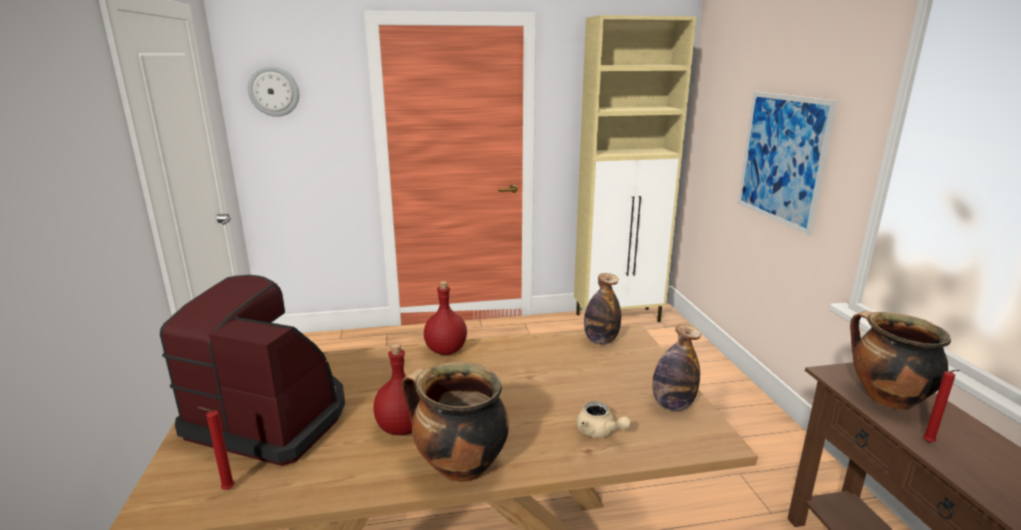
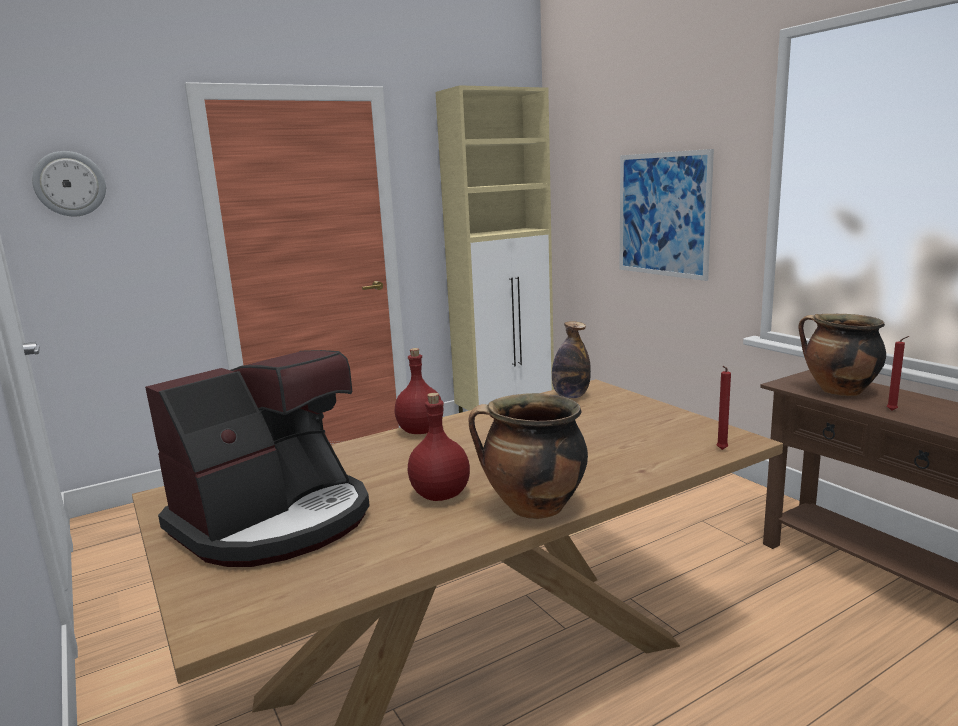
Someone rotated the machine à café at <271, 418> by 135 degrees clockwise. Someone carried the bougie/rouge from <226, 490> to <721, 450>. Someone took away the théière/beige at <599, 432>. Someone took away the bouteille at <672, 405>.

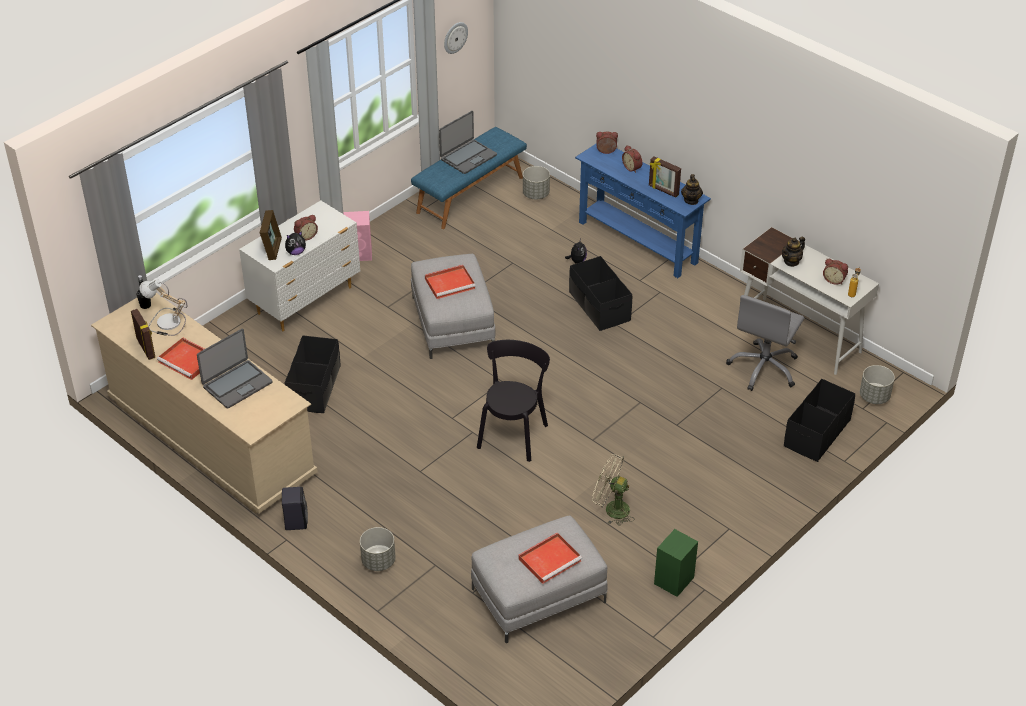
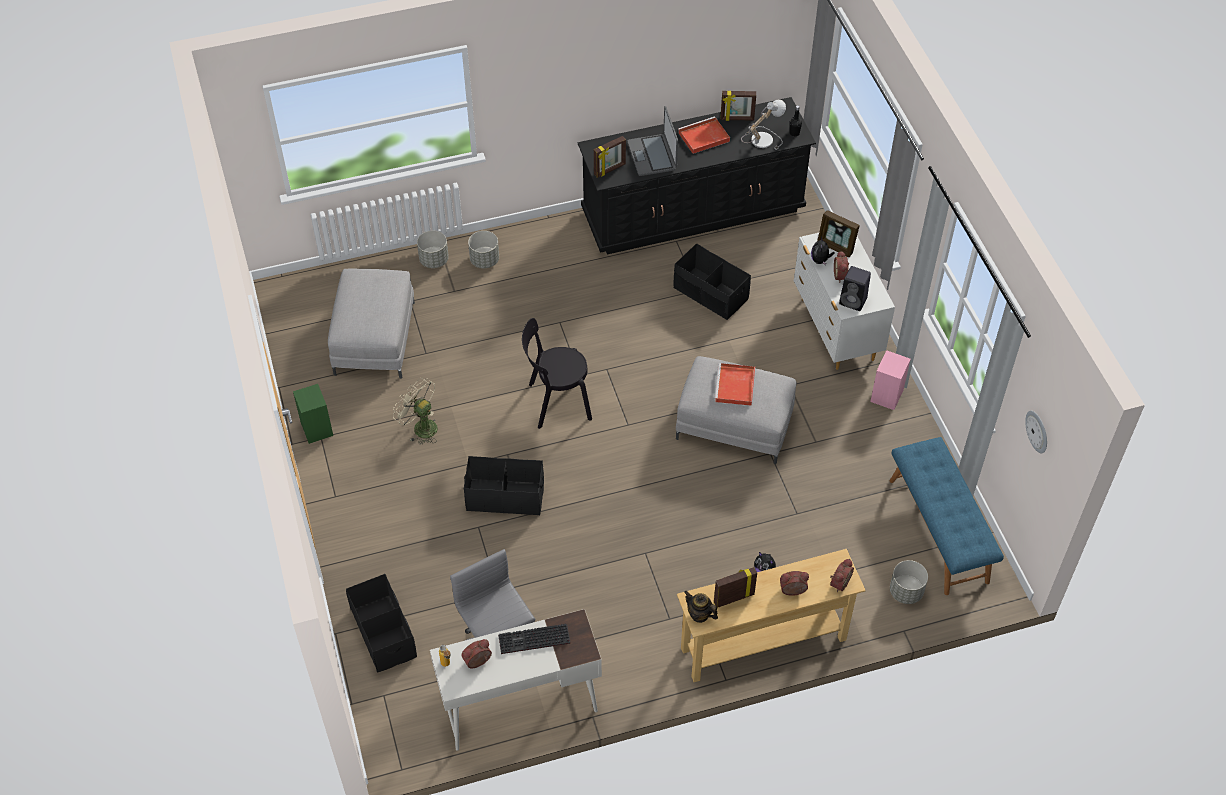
Someone rotated the ventilateur/beige at <611, 509> by 105 degrees counterclockwise. Someone carried the cache-pot/gris from <874, 397> to <434, 260>. Someone carried the boîte de rangement/noir from <599, 306> to <505, 496>. Someone swapped the théière at <791, 261> for the clavier at <533, 641>. Someone rotated the chaise/noir at <513, 434> by 120 degrees clockwise. Someone repainted the commode/beige at <211, 438>, which became the commode/noir at <693, 211>. Someone put down the cadre photo at <610, 170>. Someone repainted the table console/bleu at <638, 242>, which became the table console/beige at <763, 644>. Someone carried the enceinte/noir from <295, 520> to <854, 301>. Someone took away the ordinateur portable at <468, 157>. Someone took away the plateau/rouge at <550, 559>.

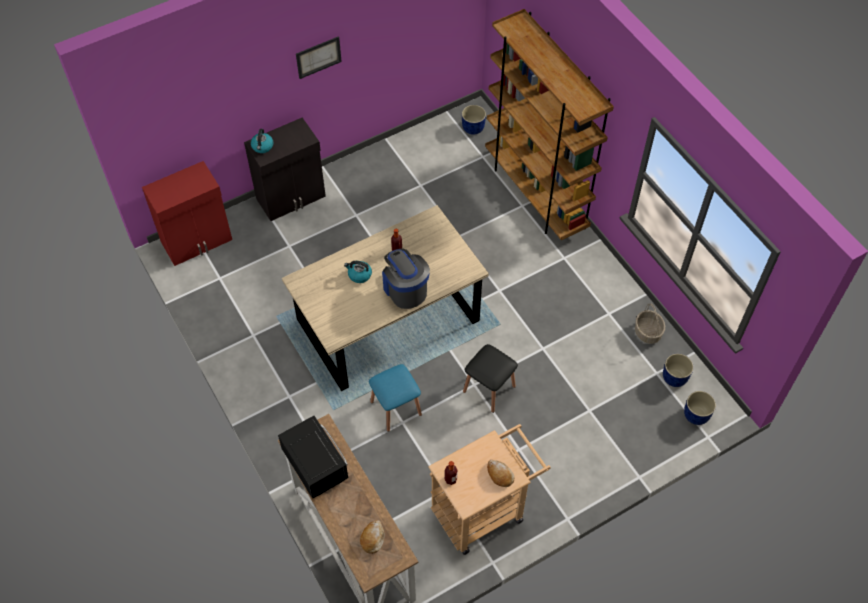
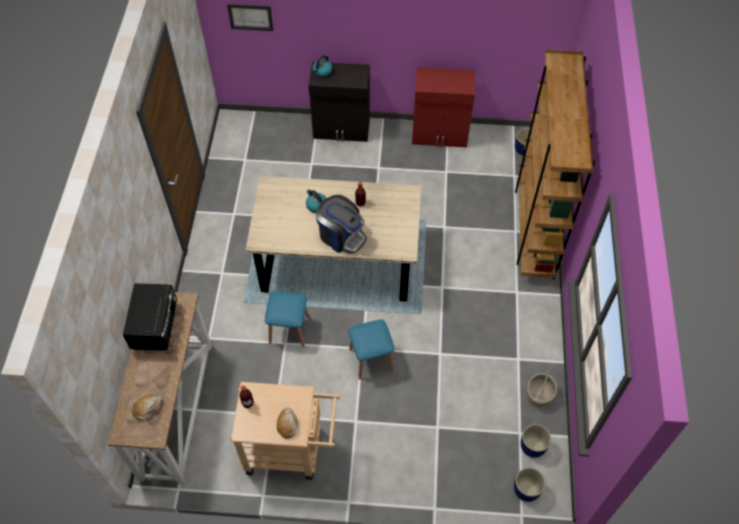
Someone carried the tableau from <318, 57> to <250, 17>. Someone rotated the machine à café at <405, 289> by 120 degrees clockwise. Someone repainted the tabouret/noir at <489, 389>, which became the tabouret/bleu at <371, 359>. Someone carried the meuble de rangement/rouge from <197, 241> to <440, 135>.

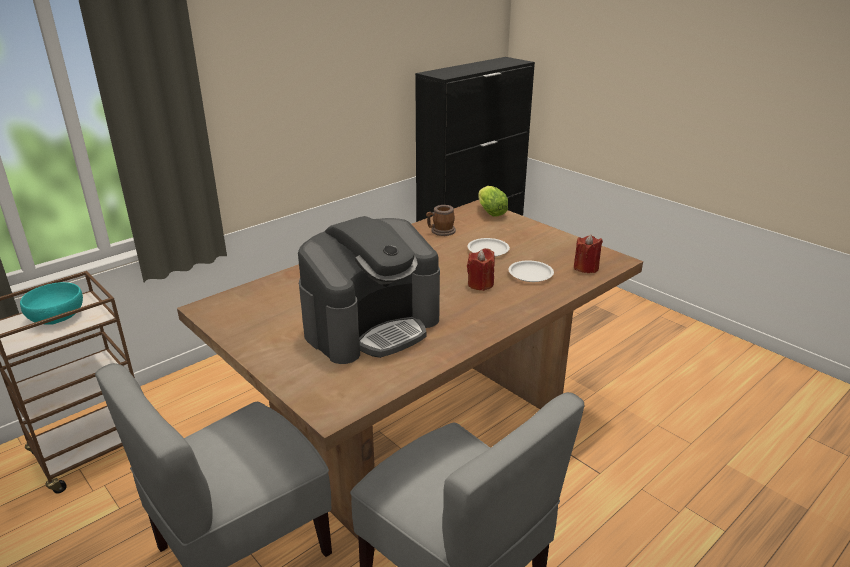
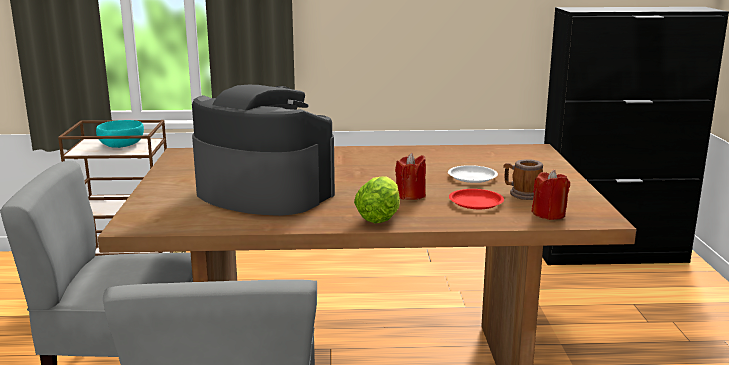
Someone rotated the machine à café at <372, 325> by 150 degrees counterclockwise. Someone carried the laitue from <490, 212> to <380, 216>. Someone repainted the assiette/blanc at <530, 274>, which became the assiette/rouge at <475, 202>. Someone carried the mug from <440, 231> to <522, 194>.

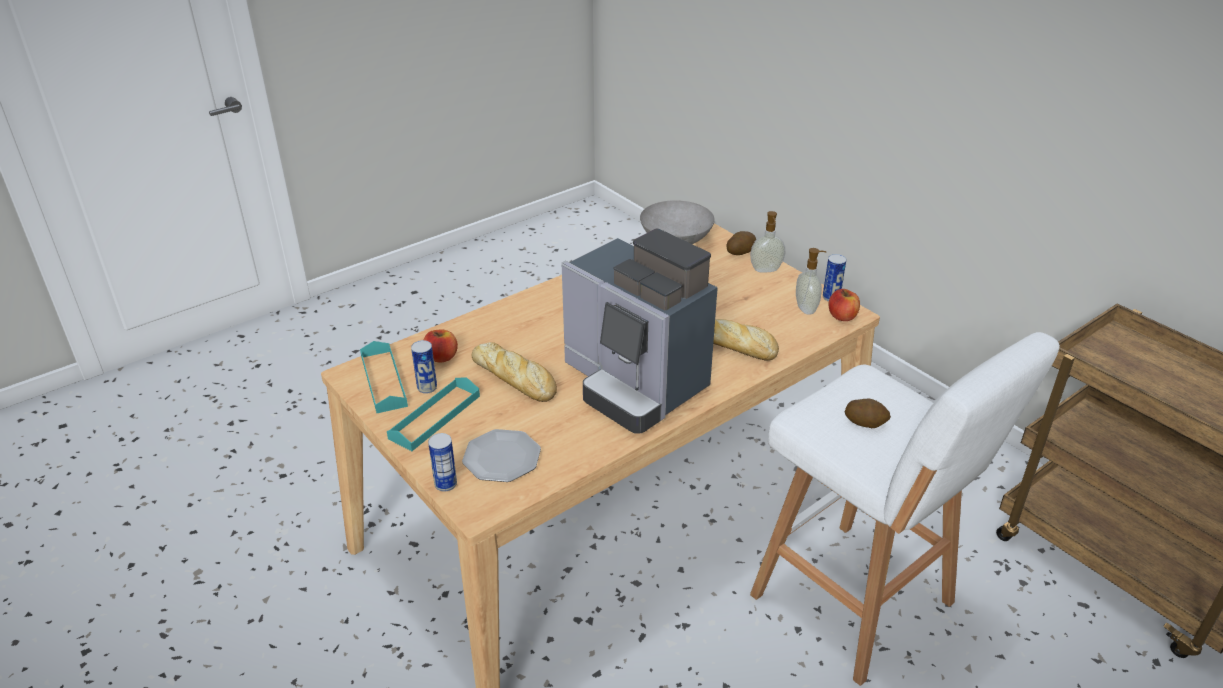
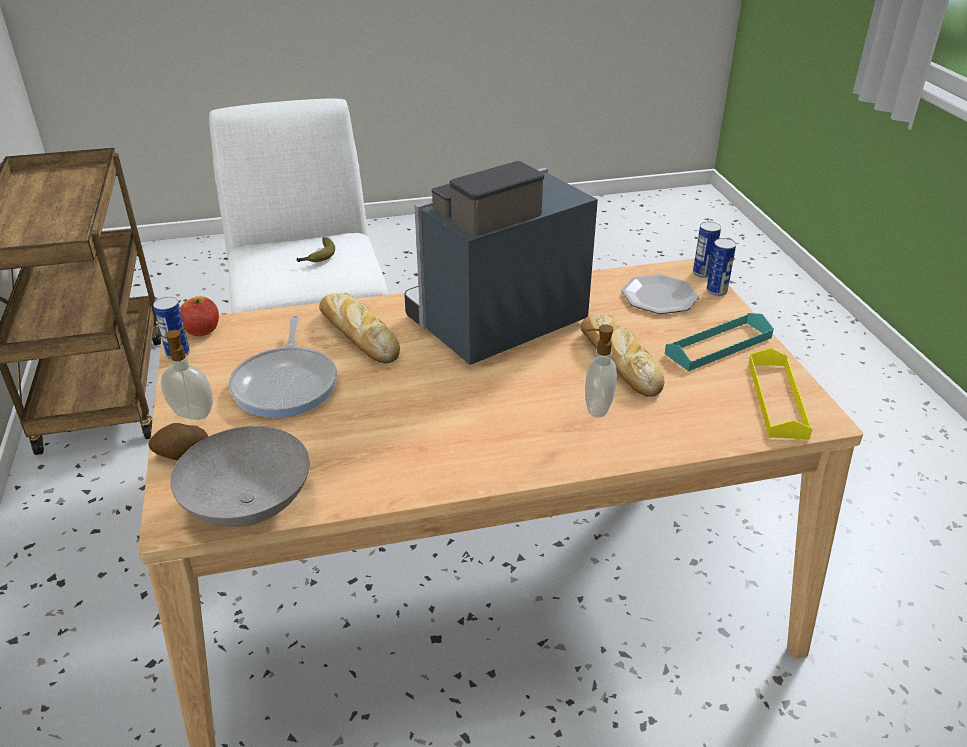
Someone put down the poêle at <287, 384>. Someone swapped the pomme de terre at <865, 422> for the banane at <318, 257>. Someone rotated the machine à café at <634, 384> by 105 degrees counterclockwise. Someone carried the distributeur de savon from <807, 308> to <596, 408>. Someone carried the boîte métallique from <427, 388> to <702, 273>. Someone repainted the plateau/turquoise at <383, 381>, which became the plateau/jaune at <777, 399>. Someone took away the pomme at <441, 357>.

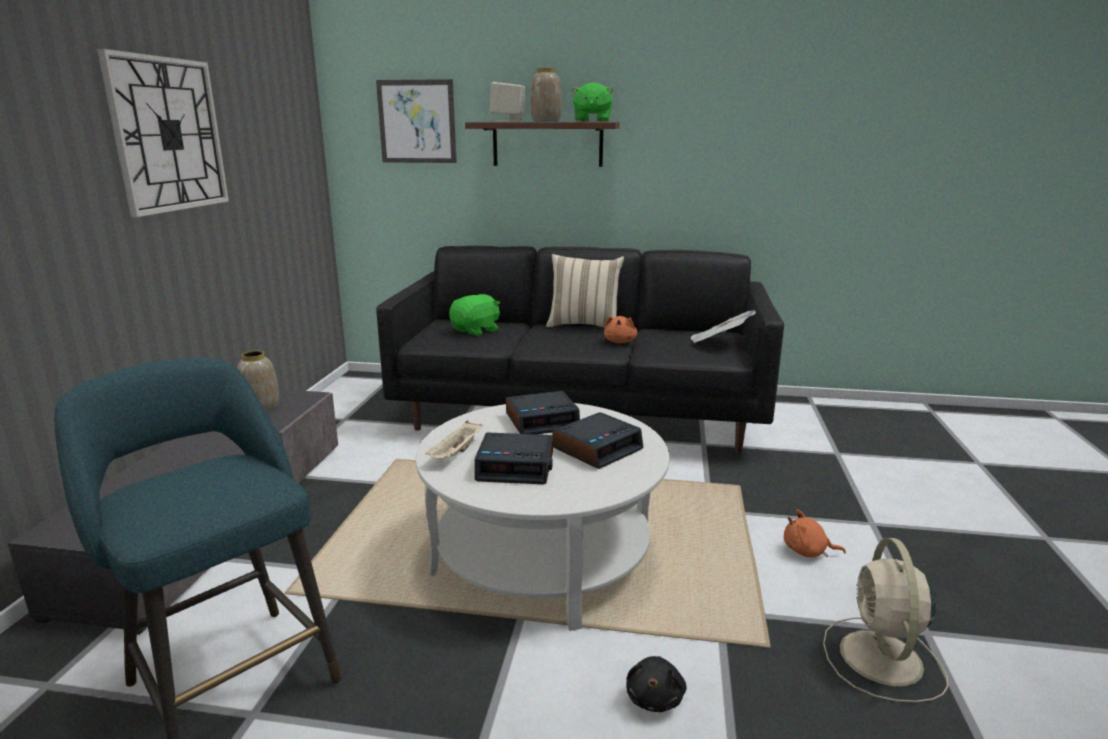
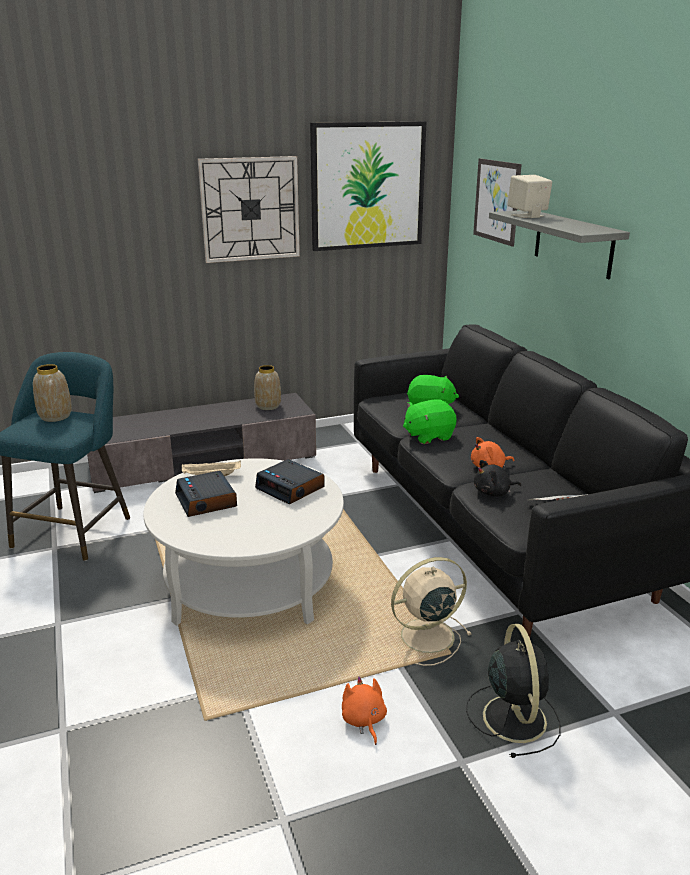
Someone carried the vase from <546, 121> to <55, 417>. Someone put up the tableau at <367, 186>. Someone carried the ventilateur/beige from <882, 660> to <424, 637>. Someone carried the peluche/vert from <592, 121> to <428, 436>. Someone put down the ventilateur/noir at <513, 716>. Someone carried the peluche/noir from <655, 697> to <494, 493>. Someone repainted the étagère/marron at <547, 144>, which became the étagère/gris at <573, 243>. Someone took away the coussin/beige at <584, 325>. Someone took away the réveil at <597, 448>.

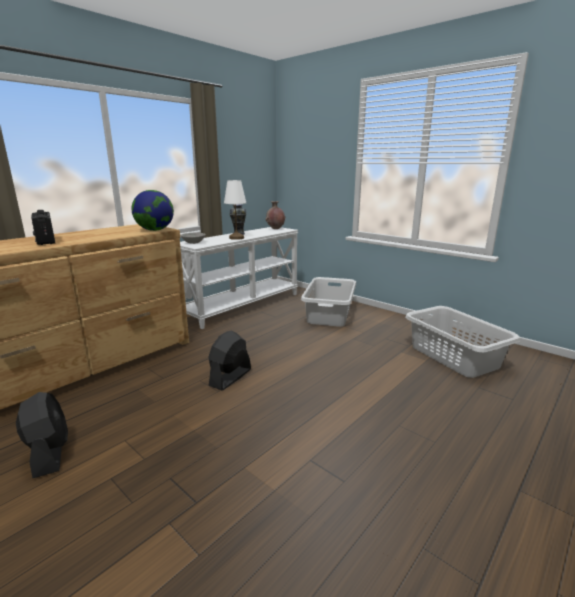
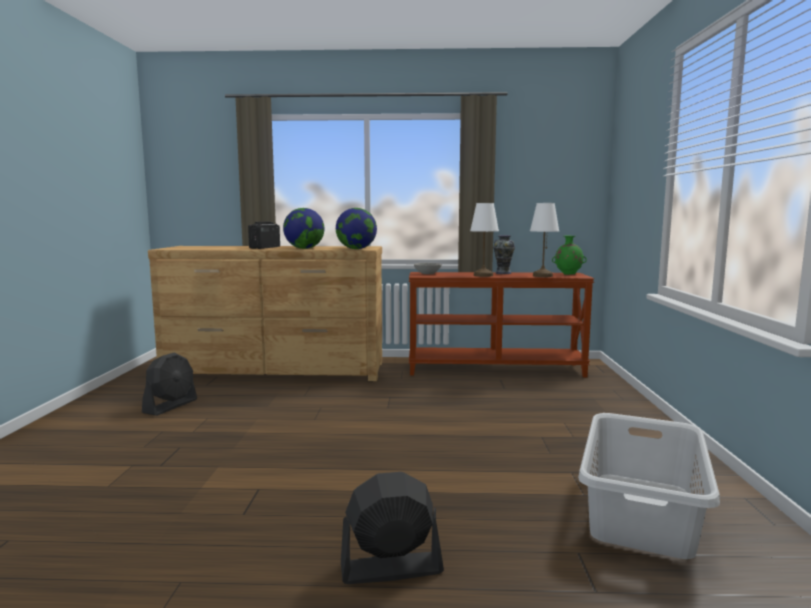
Someone put down the globe at <304, 248>. Someone carried the ventilateur/noir from <230, 377> to <391, 568>. Someone repainted the table console/blanc at <243, 305>, which became the table console/marron at <495, 369>. Someone put down the lampe de table/blanc at <542, 276>. Someone repainted the vase/marron at <275, 228>, which became the vase/vert at <568, 274>. Someone took away the panier à linge/gris at <329, 314>.

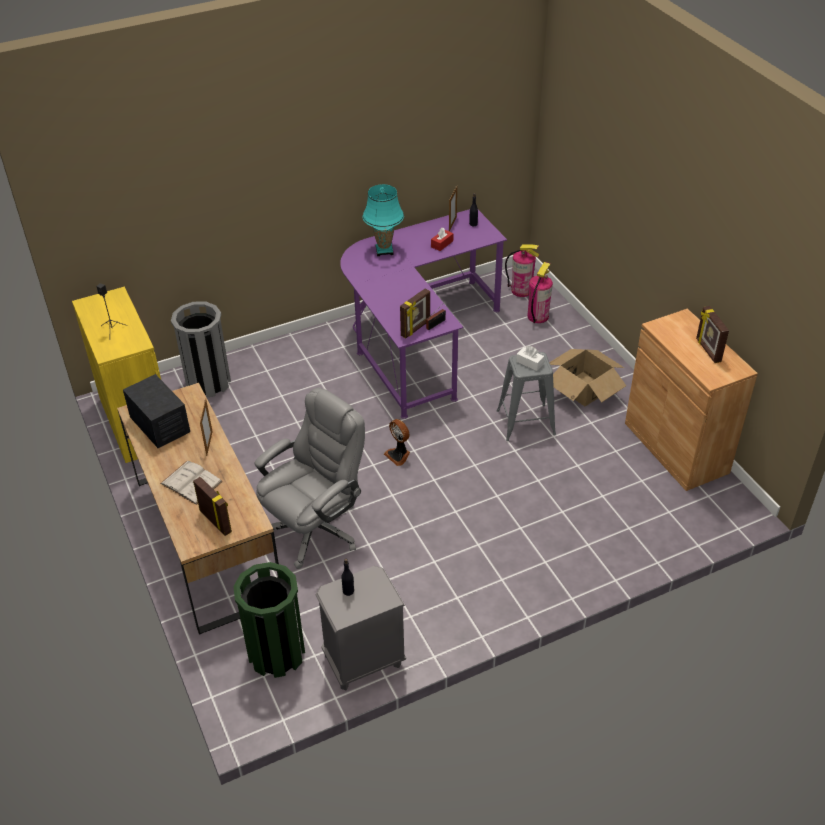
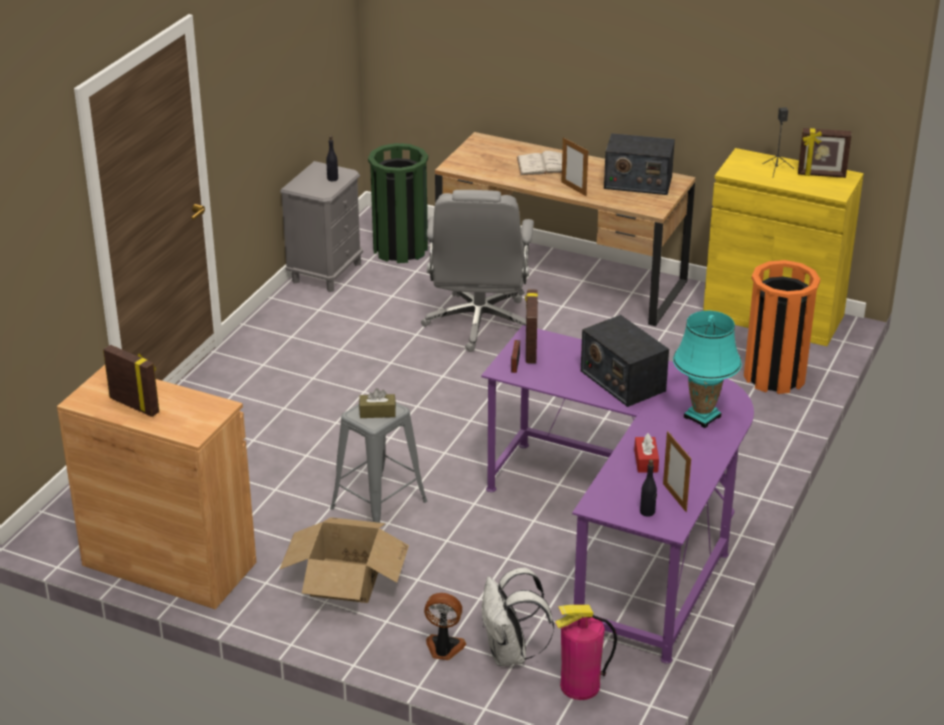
Someone repainted the boîte à mouchoirs/blanc at <529, 363>, which became the boîte à mouchoirs/marron at <377, 412>. Someone carried the ventilateur from <398, 455> to <444, 648>. Someone swapped the extincteur at <537, 316> for the sac à dos/blanc at <510, 654>. Someone put down the radio at <622, 380>. Someone repainted the poubelle/gris at <208, 382>, which became the poubelle/orange at <774, 376>. Someone carried the cadre photo from <216, 521> to <821, 175>.

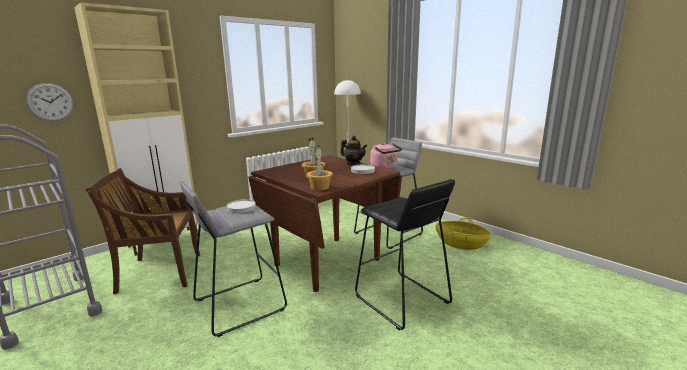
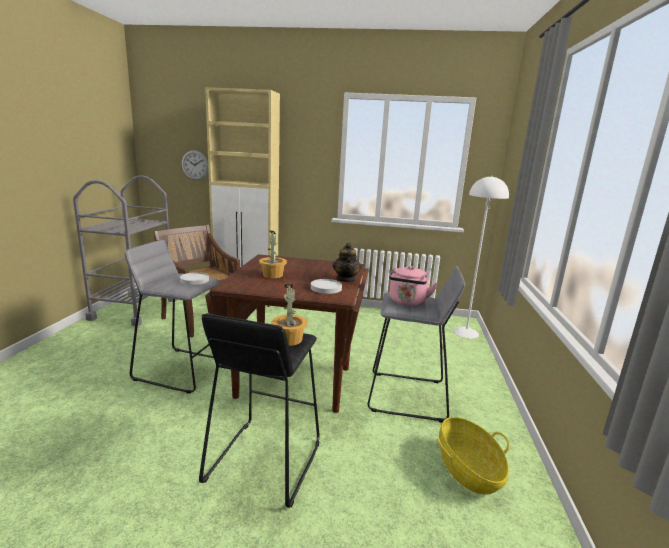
Someone carried the plante en pot from <320, 187> to <289, 340>.

